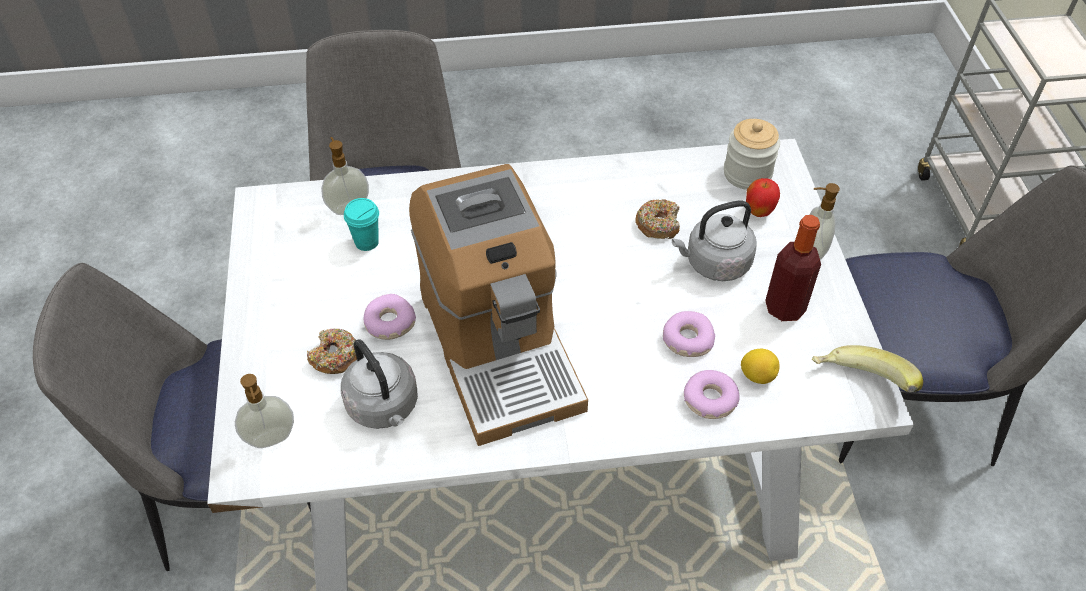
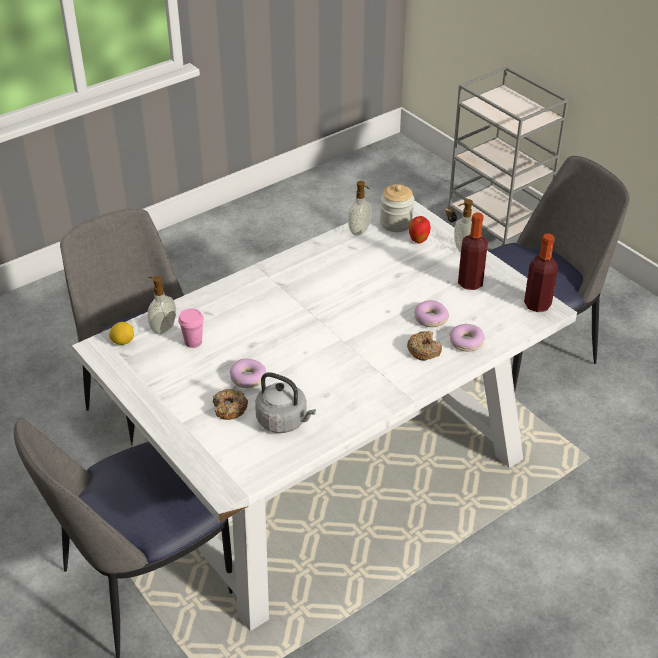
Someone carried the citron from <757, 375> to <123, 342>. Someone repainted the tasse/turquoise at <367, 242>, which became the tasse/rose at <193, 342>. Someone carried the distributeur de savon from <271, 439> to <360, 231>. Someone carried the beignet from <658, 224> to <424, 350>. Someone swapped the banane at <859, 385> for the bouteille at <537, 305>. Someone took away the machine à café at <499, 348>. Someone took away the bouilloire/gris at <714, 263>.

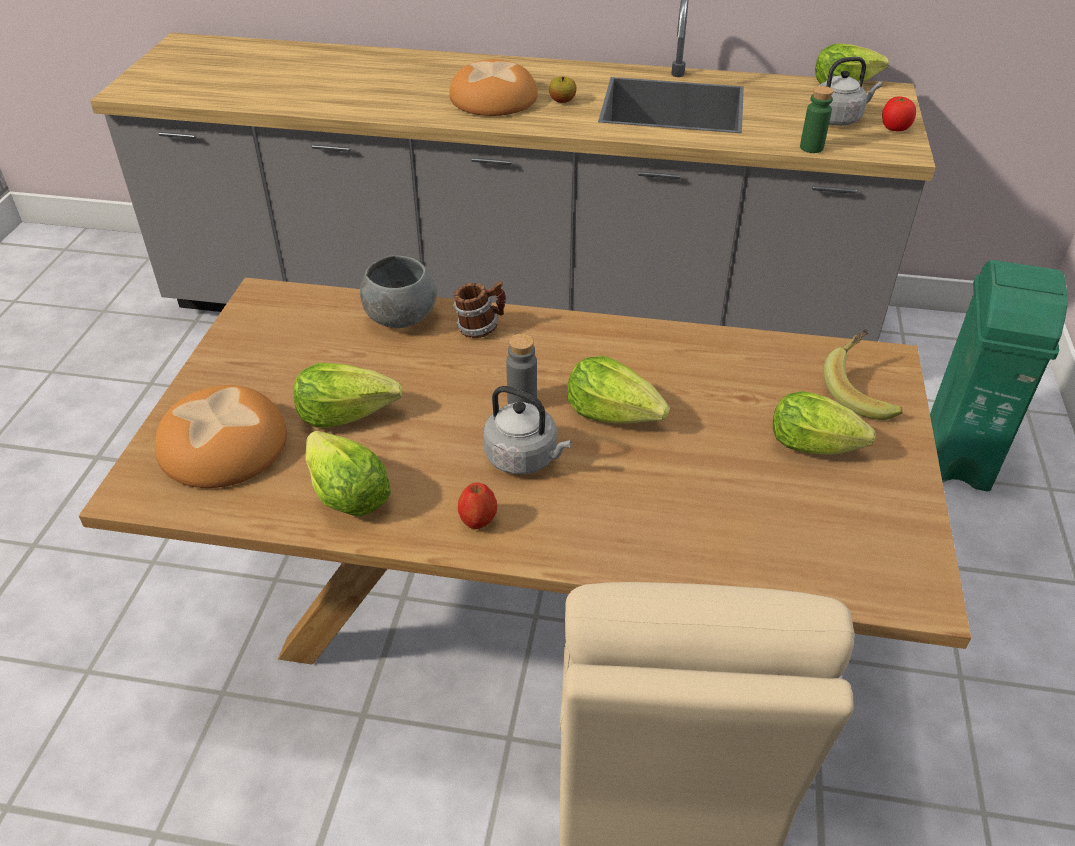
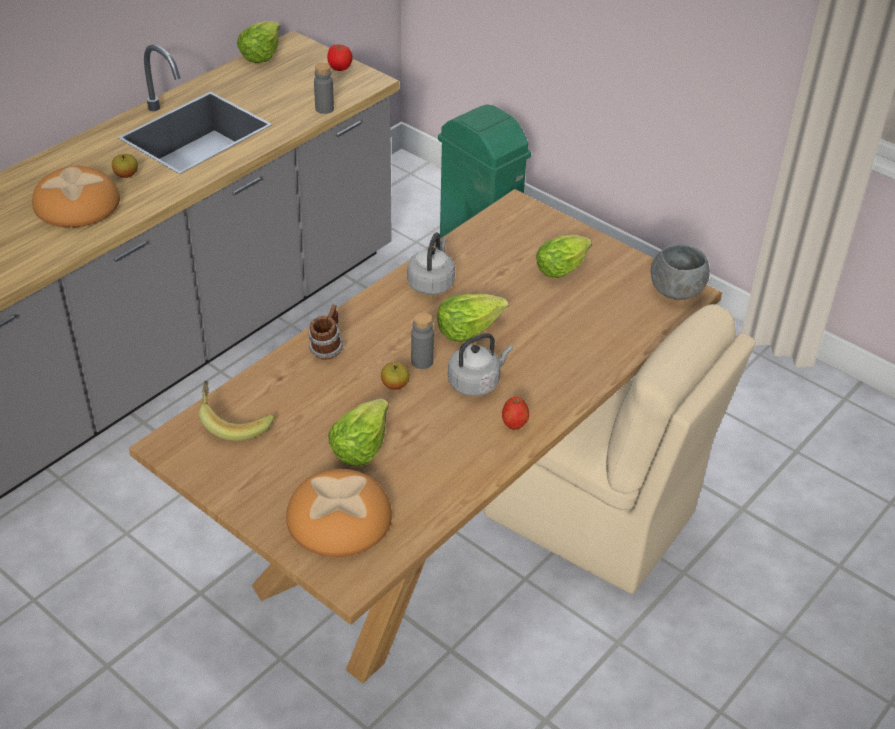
Someone carried the banane from <862, 392> to <234, 422>. Someone repainted the bouteille/vert at <811, 148>, which became the bouteille/gris at <324, 109>. Someone put down the pomme at <395, 385>. Someone carried the bouilloire/gris from <838, 119> to <431, 283>. Someone carried the bol/gris from <400, 318> to <676, 291>. Someone took away the laitue at <346, 494>.

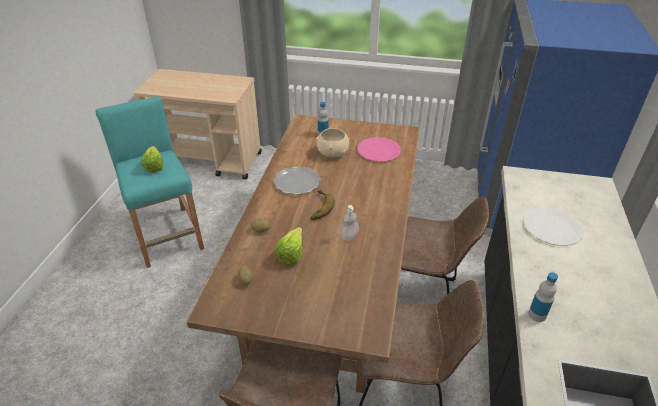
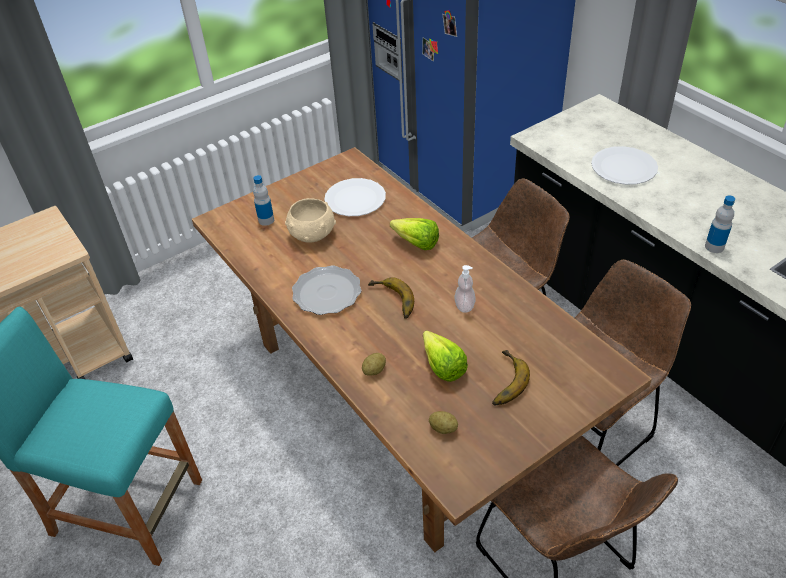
Someone repainted the assiette/rose at <378, 150>, which became the assiette/blanc at <355, 199>. Someone carried the laitue from <155, 165> to <413, 241>. Someone put down the banane at <503, 381>.

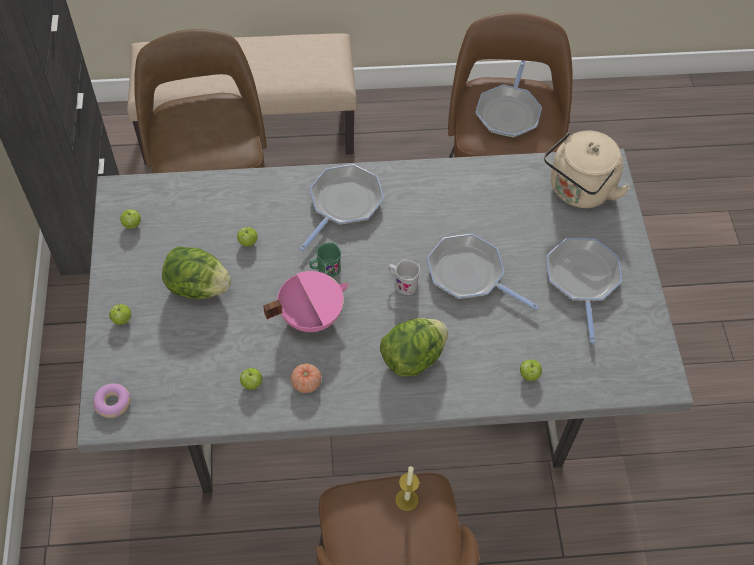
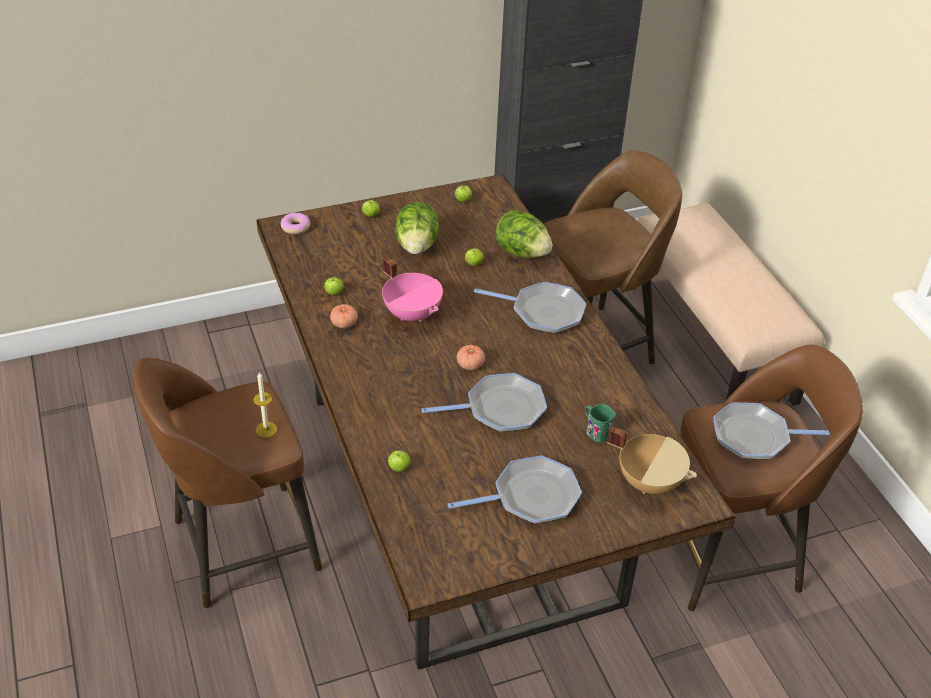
Someone repainted the table à manger/gris at <371, 385>, which became the table à manger/marron at <458, 492>. Someone rotated the poêle at <469, 274> by 60 degrees clockwise. Someone swapped the mug/blanc at <402, 283> for the tomate at <470, 364>. Someone carried the laitue from <412, 357> to <522, 252>. Someone carried the mug/vert from <325, 270> to <595, 431>. Someone swapped the bouilloire/beige at <578, 191> for the marmite/beige at <649, 481>.

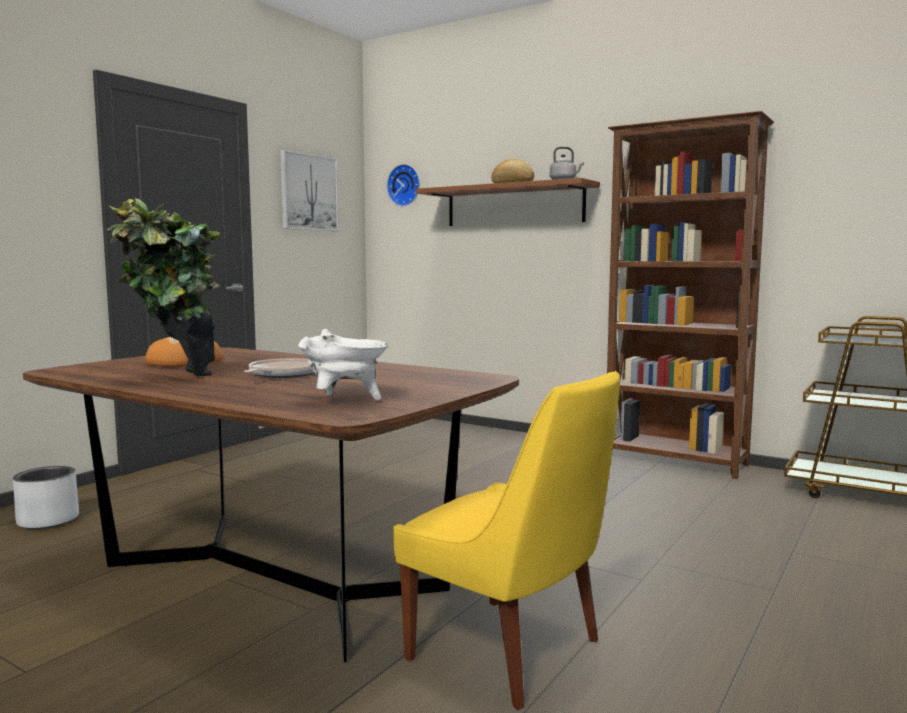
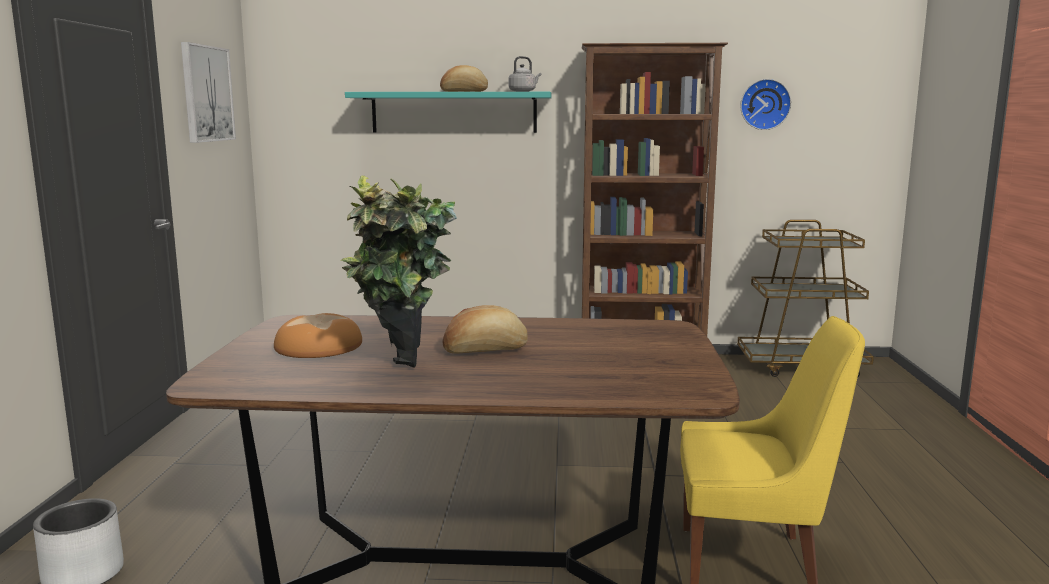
Someone repainted the étagère/marron at <514, 205>, which became the étagère/turquoise at <454, 112>. Someone swapped the poêle at <282, 374> for the pain at <485, 350>. Someone carried the horloge murale from <405, 185> to <764, 104>. Someone took away the marmite/blanc at <344, 401>.

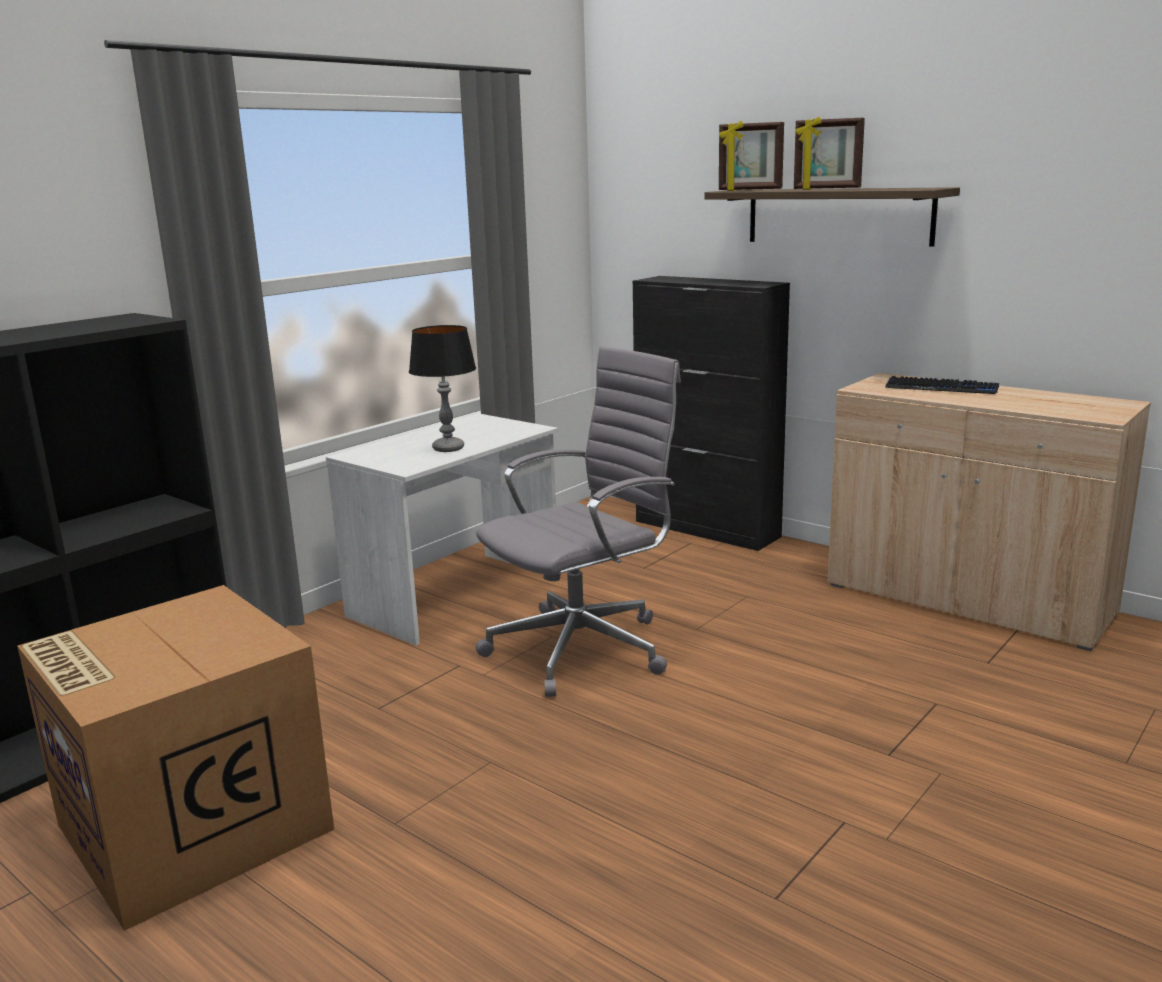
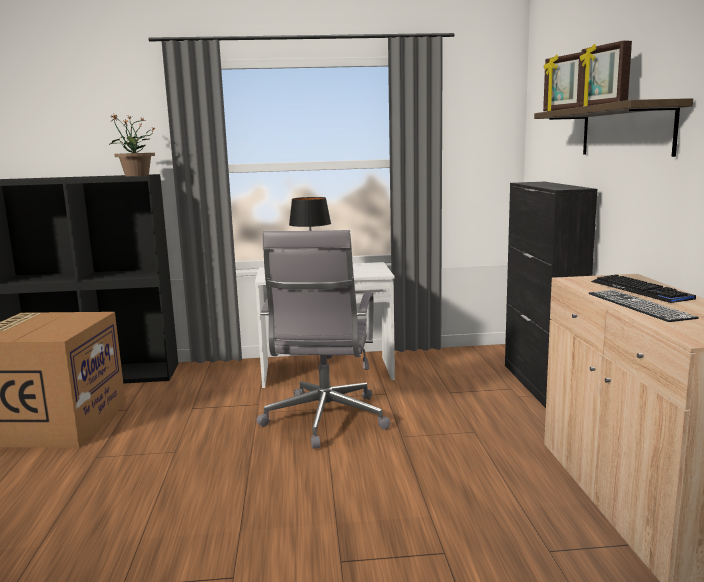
Someone put down the plante en pot at <136, 175>. Someone rotated the chaise de bureau/gris at <584, 648> by 90 degrees clockwise. Someone put down the clavier at <638, 305>.

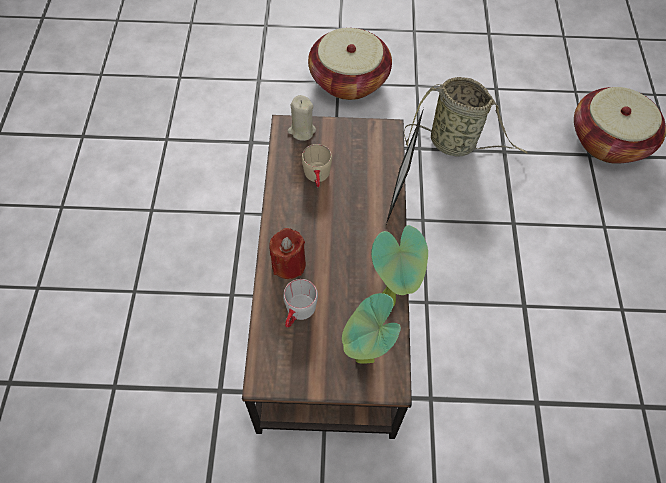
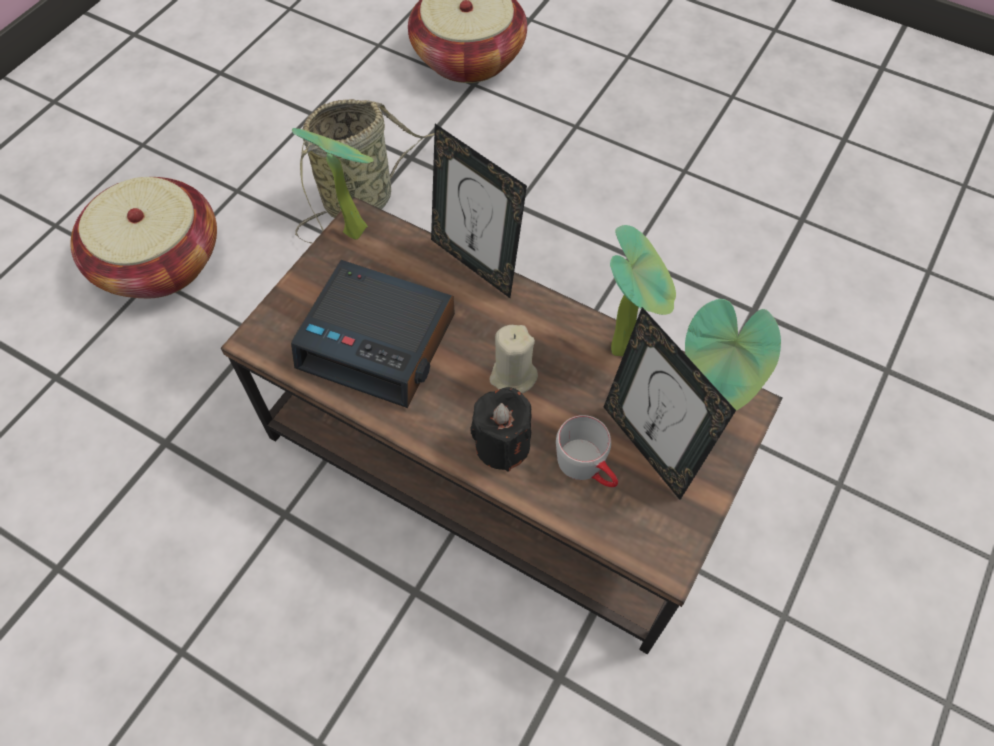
Someone swapped the mug/beige at <317, 177> for the réveil at <379, 341>. Someone put down the plante en pot at <354, 226>. Someone repainted the bougie/rouge at <288, 264>, which became the bougie/noir at <502, 444>. Someone carried the bougie/beige from <301, 131> to <512, 377>. Someone put down the cadre photo at <648, 447>.

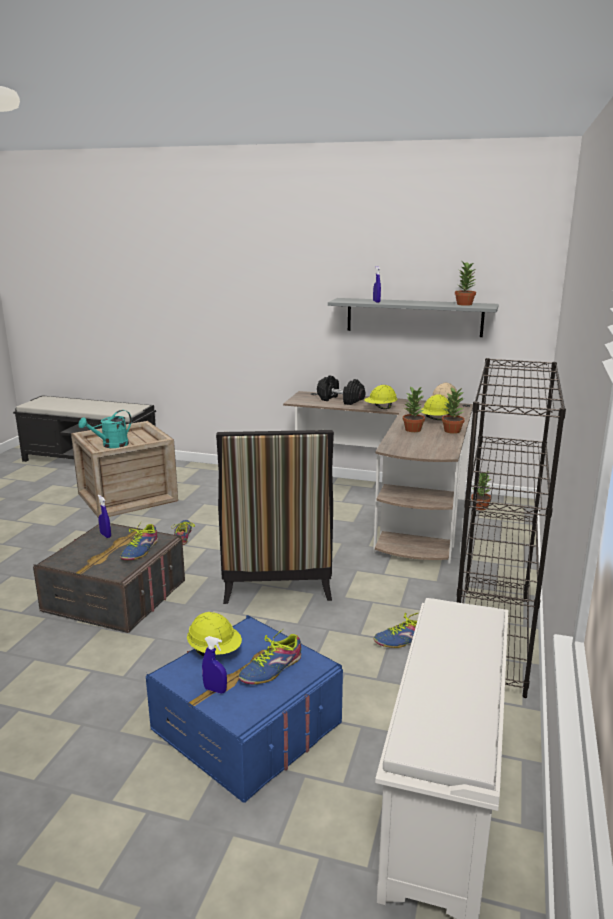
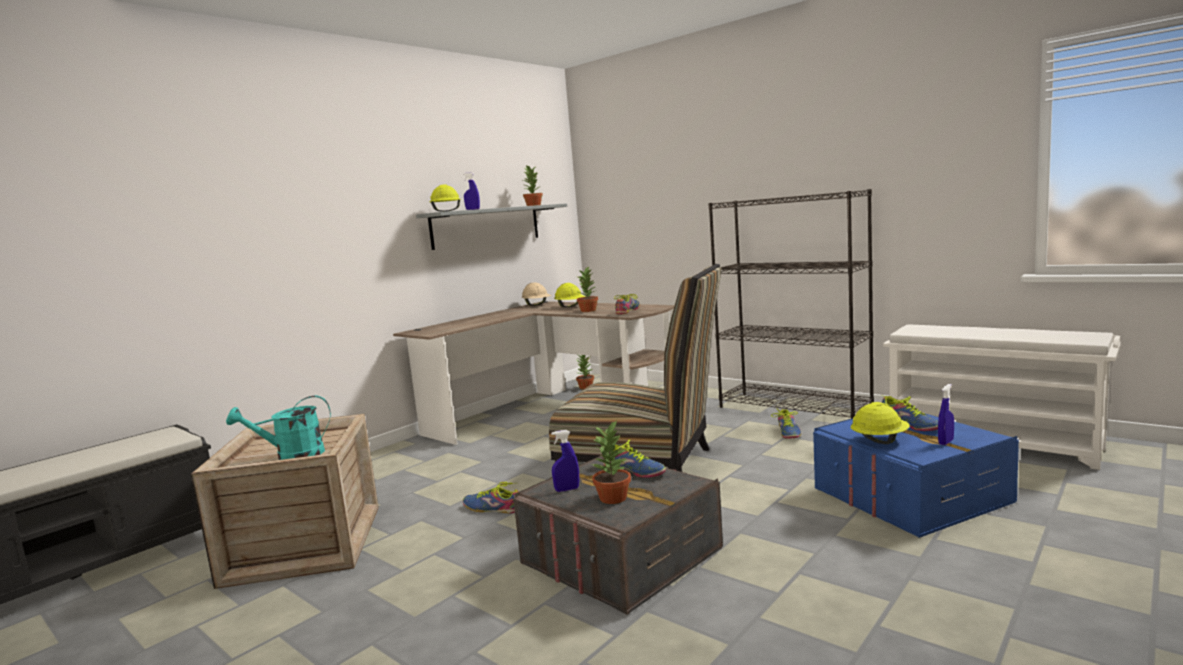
Someone rotated the arrosoir/turquoise at <111, 445> by 90 degrees clockwise. Someone carried the casque de chantier/jaune from <380, 408> to <446, 211>. Someone carried the plante en pot from <452, 431> to <614, 498>. Someone put down the chaussure at <627, 310>. Someone took away the haltère/noir at <340, 400>.

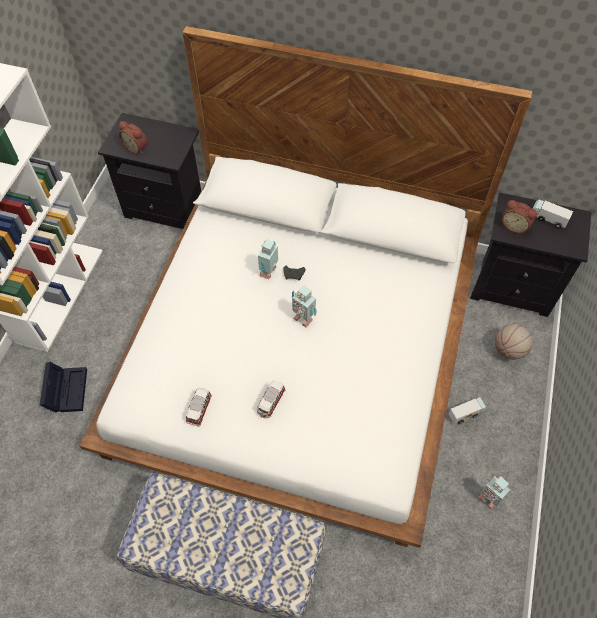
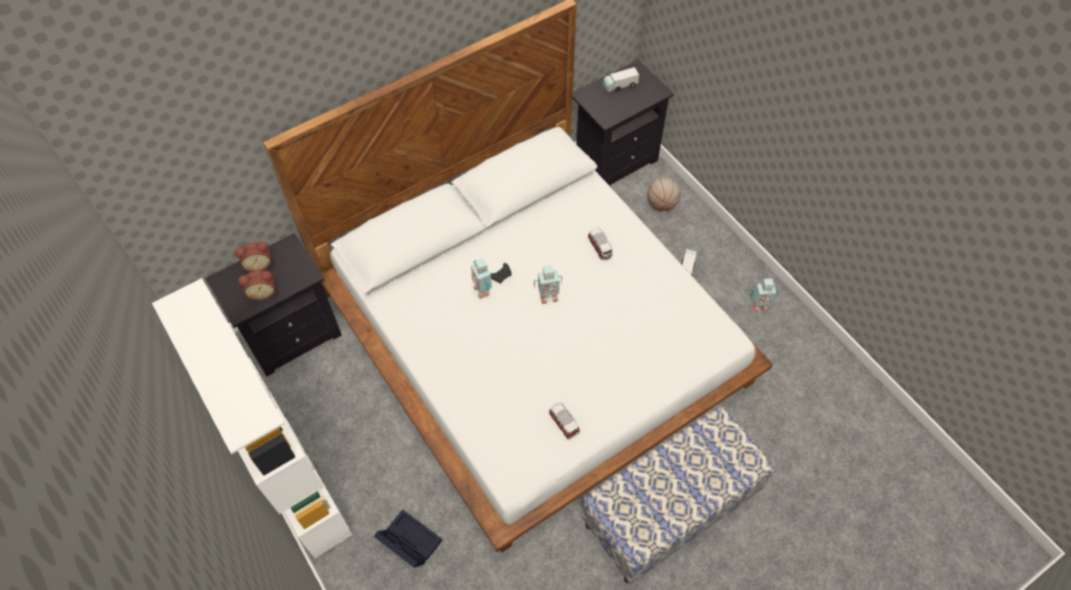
Someone carried the réveil from <515, 225> to <258, 264>. Someone carried the petite voiture from <270, 402> to <600, 248>.

